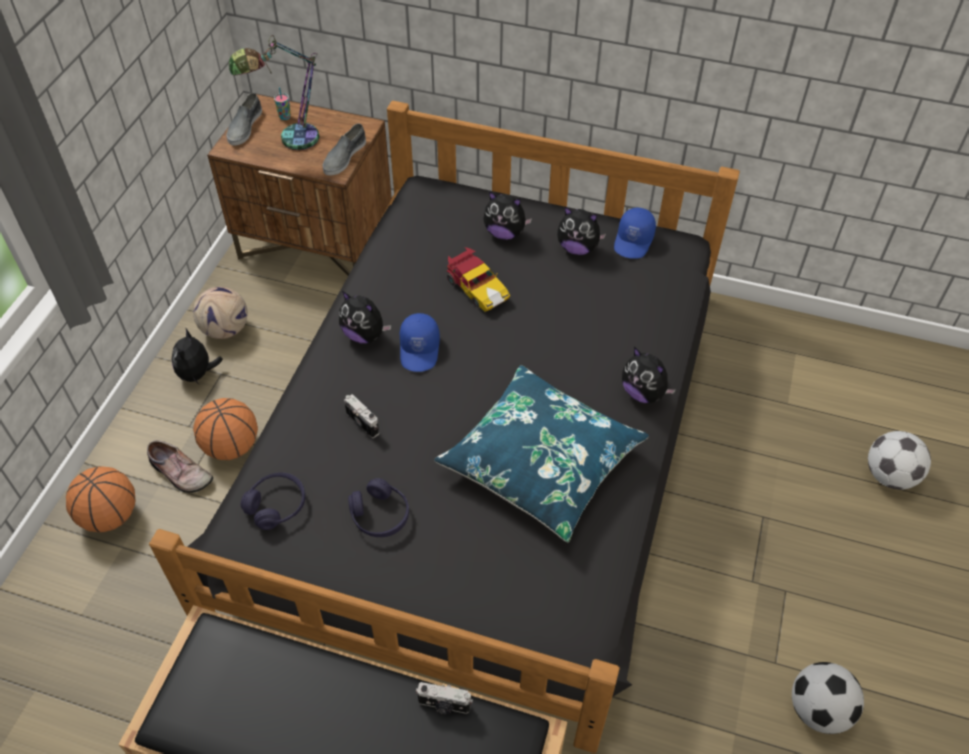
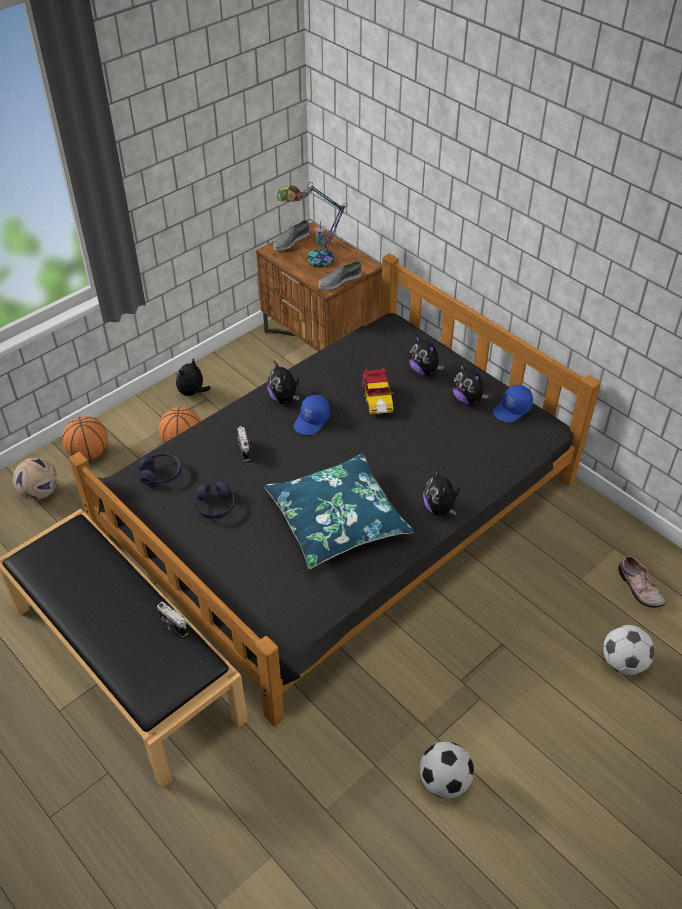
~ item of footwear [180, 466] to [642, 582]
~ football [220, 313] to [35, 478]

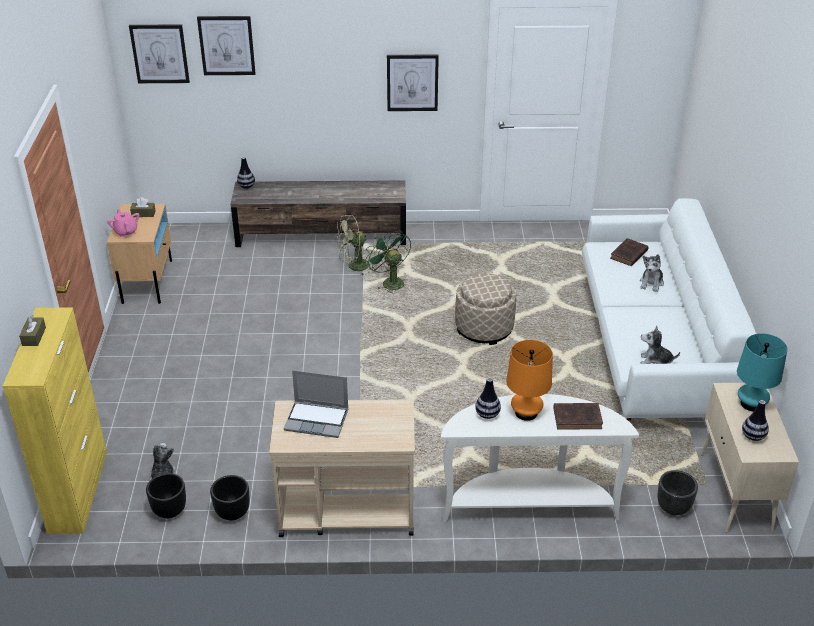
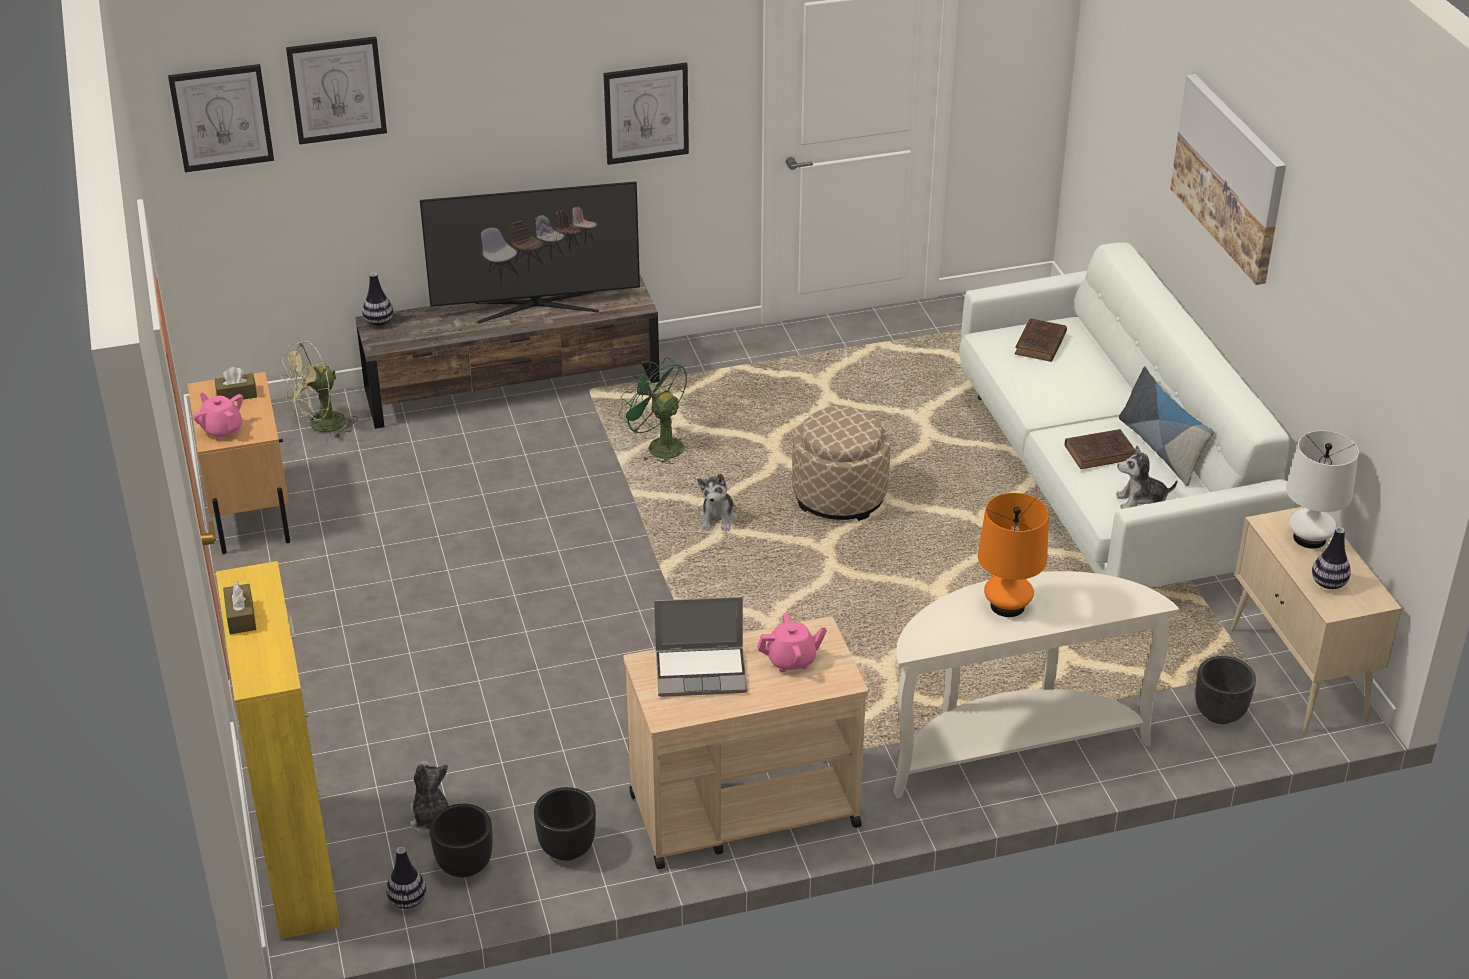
~ cooling fan/greenish [355, 245] to [319, 389]
~ vase [488, 398] to [406, 878]
~ volume/brown-coloured [578, 416] to [1100, 449]
~ cuddly toy [652, 273] to [717, 502]
~ tabletop lamp/turquoise [762, 372] to tabletop lamp/white [1322, 490]
+ TV [530, 252]
+ teapot/pink-coloured [792, 642]
+ cushion [1166, 426]
+ wall picture [1228, 179]

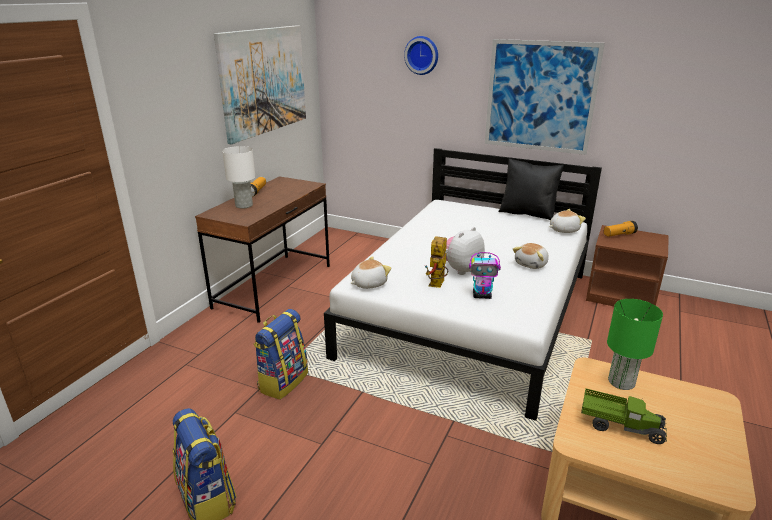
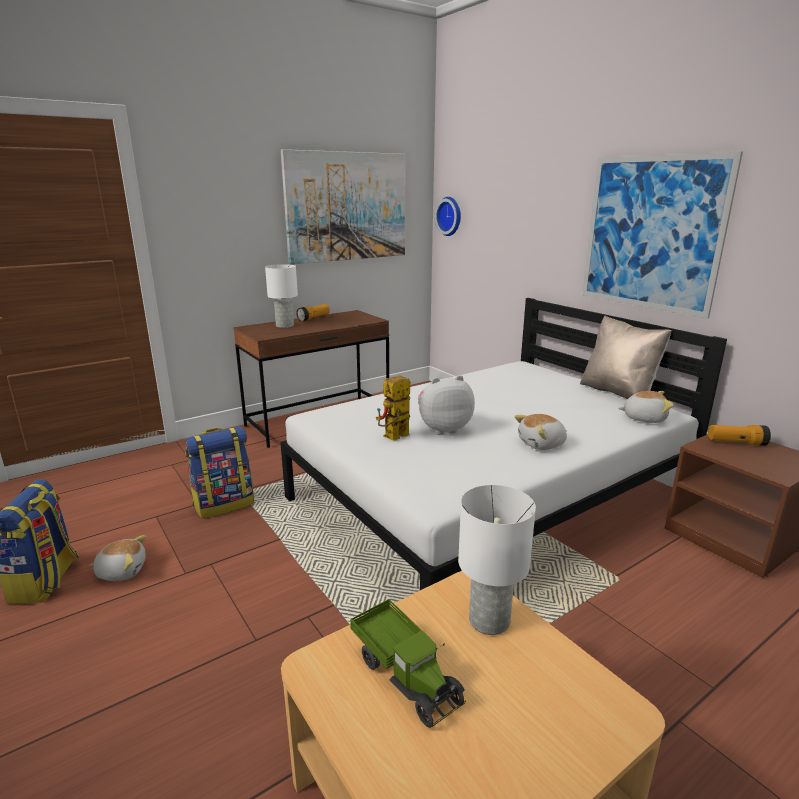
~ cuddly toy [371, 272] to [118, 558]
~ hanging clock [421, 55] to [448, 216]
- toy robot [485, 275]
~ cushion/black-coloured [531, 189] to cushion/sand-coloured [625, 357]
~ tabletop lamp/greenish [635, 344] to tabletop lamp/white [497, 560]

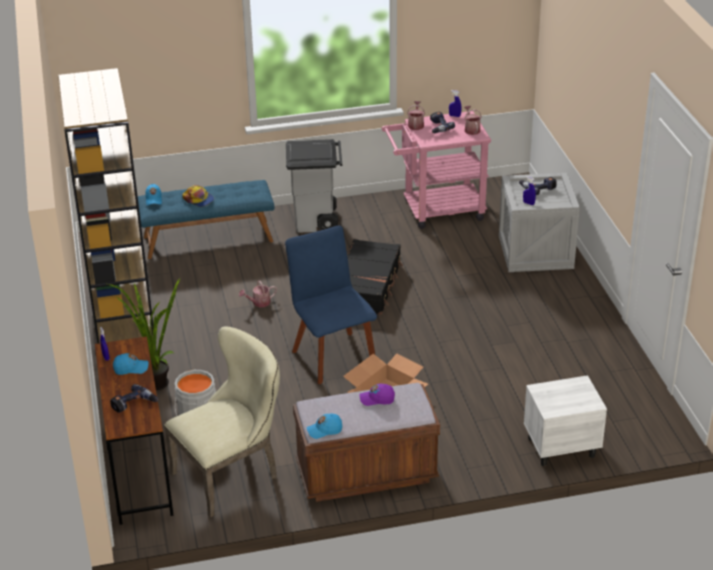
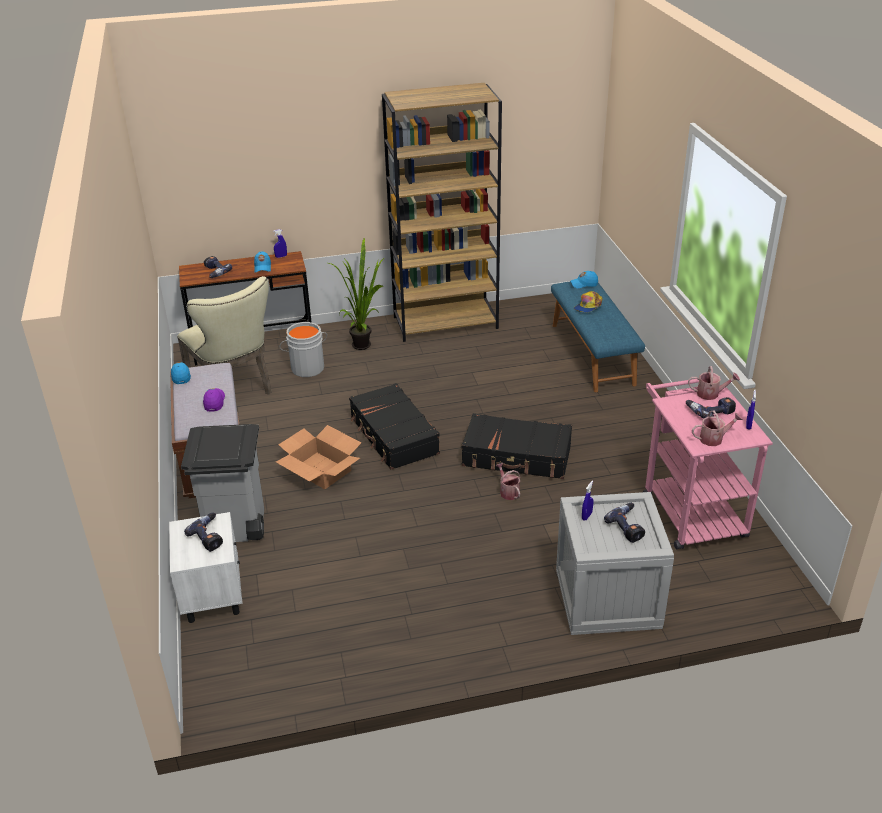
~ watering can [258, 294] to [507, 481]
~ plain chair/blue [331, 305] to travel case/black-coloured [394, 426]
~ rubbish bin/greyish [314, 186] to [222, 483]
+ power drill [203, 532]

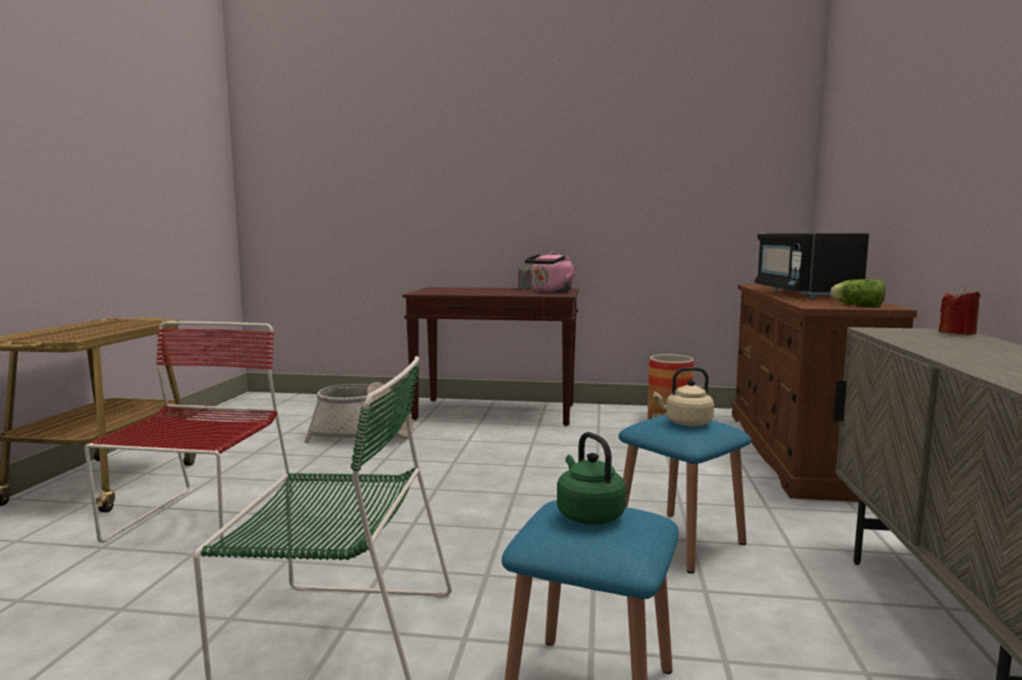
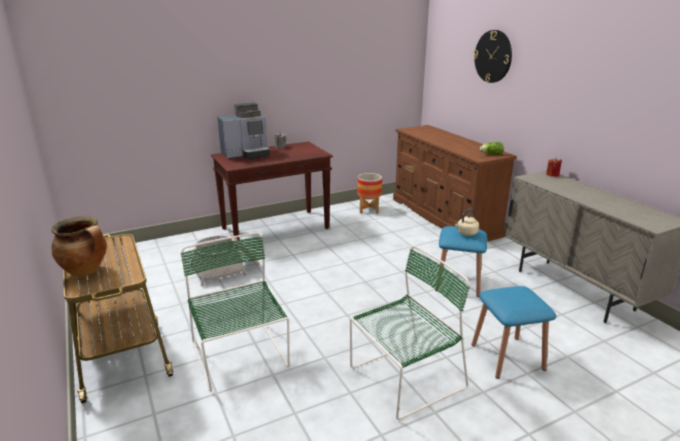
~ plain chair/reddish [189, 434] to plain chair/greenish [235, 312]
- tea kettle/pink-coloured [550, 272]
- tea kettle/greenish [591, 478]
- kitchen microwave/black-coloured [812, 266]
+ saucepot [79, 246]
+ coffee machine [243, 130]
+ hanging clock [492, 56]

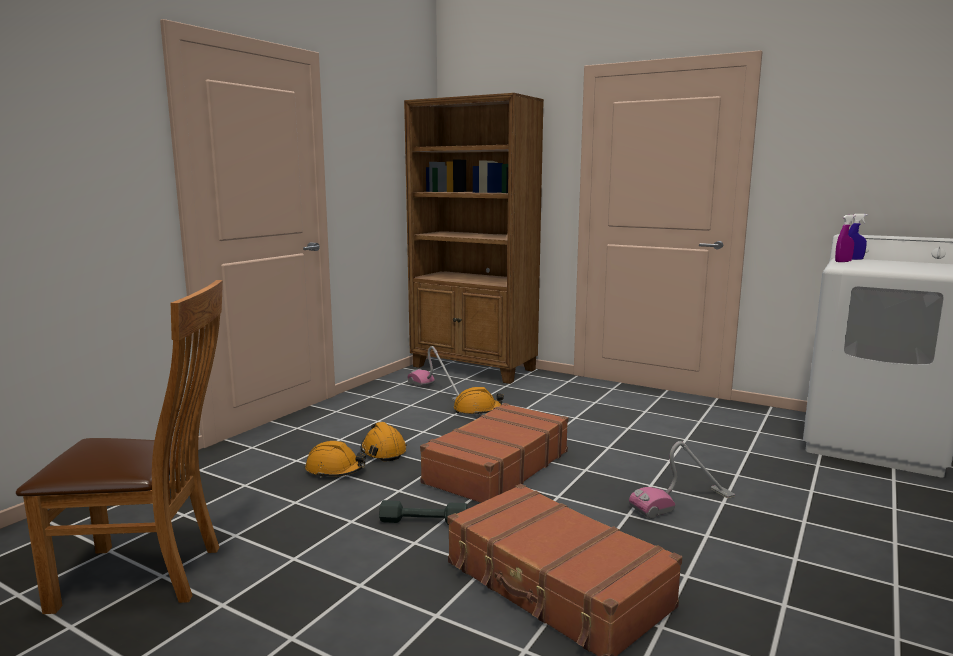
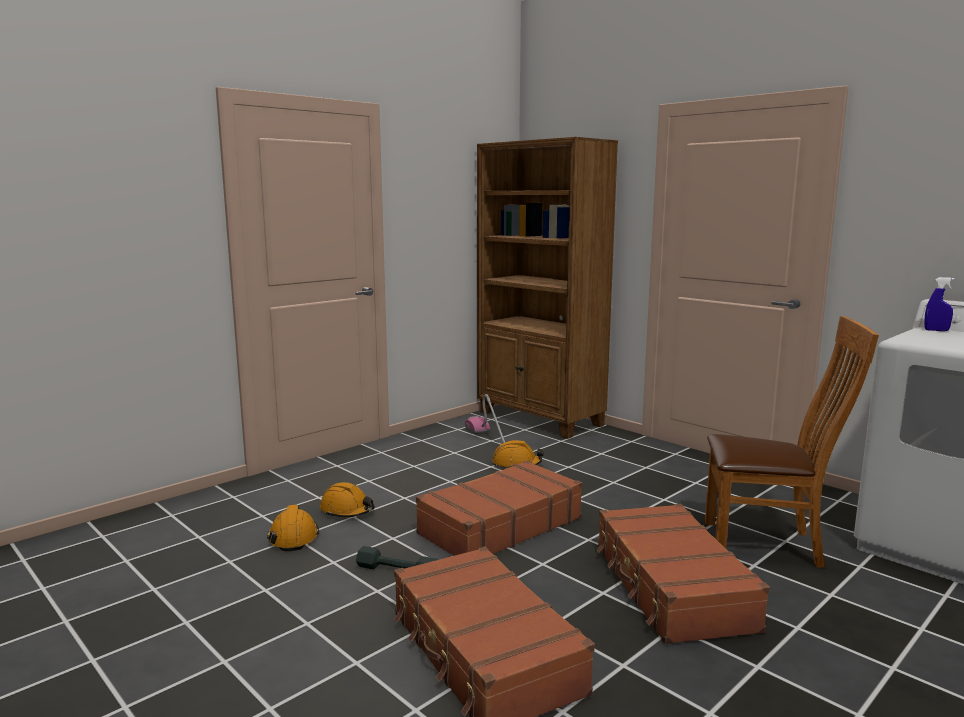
~ plain chair/brown-coloured [119, 447] to [792, 442]
~ safety helmet/orange-coloured [384, 442] to [293, 527]
~ hoover [682, 480] to travel case/brown-coloured [683, 574]
- hand sprayer/purplish [845, 238]

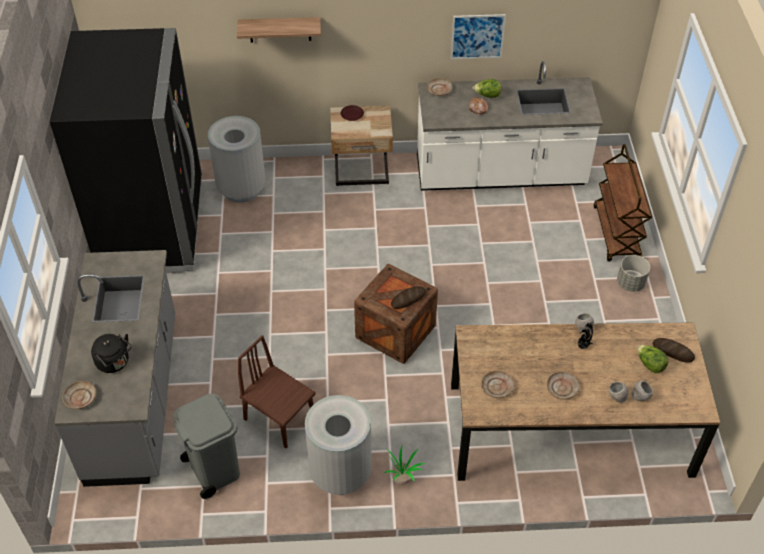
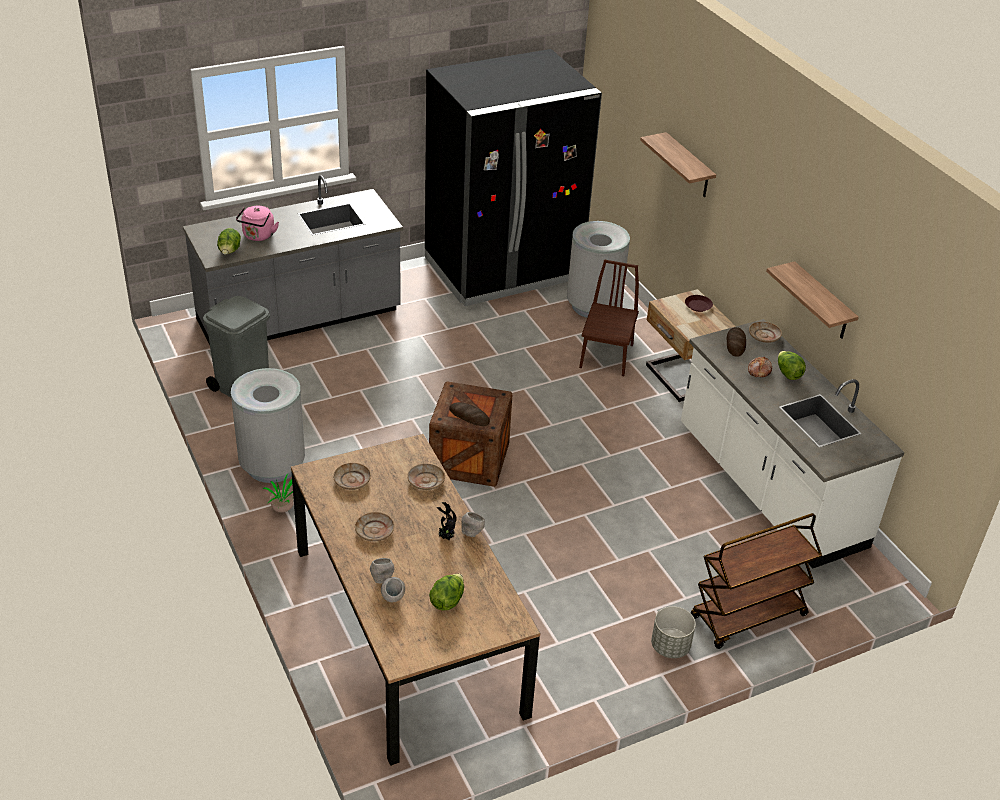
~ dinner plate/sand-coloured [79, 395] to [426, 477]
~ tea kettle/black-coloured [111, 353] to tea kettle/pink-coloured [257, 223]
~ plain chair/brown-coloured [277, 391] to [609, 317]
~ wall picture [478, 36] to shelf [812, 300]
~ baked bread [674, 350] to [736, 342]
+ head of lettuce [229, 241]

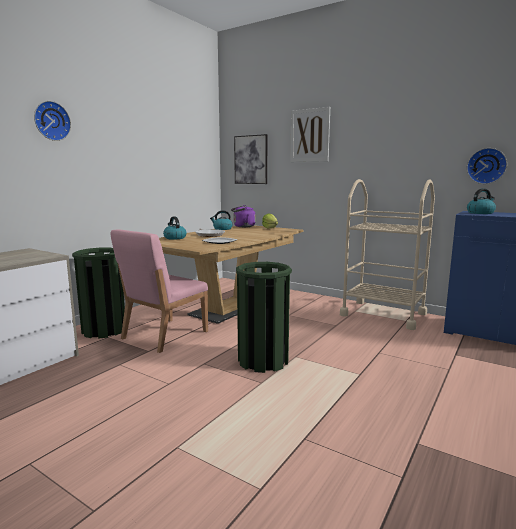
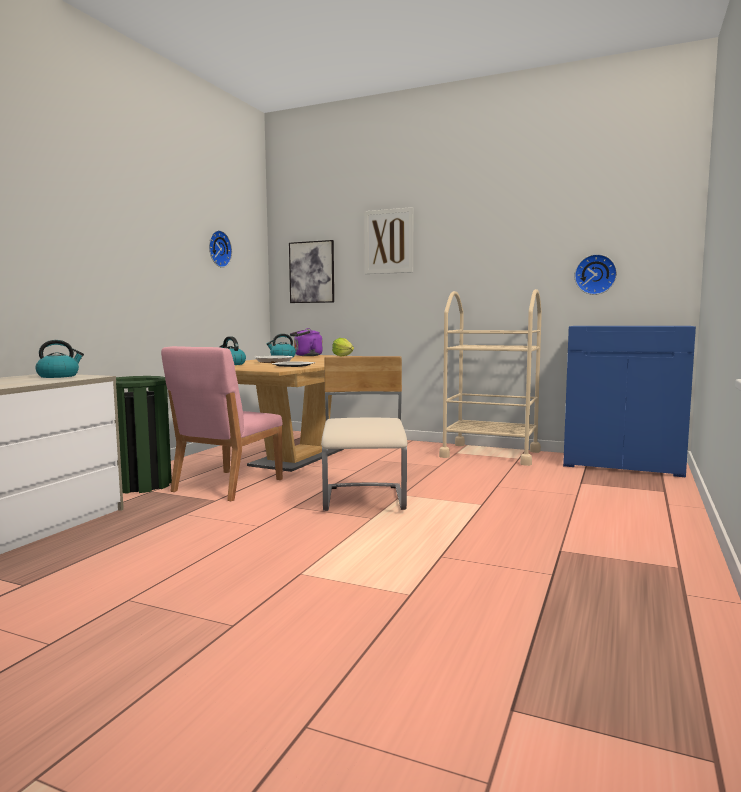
~ hanging clock [52, 121] to [220, 249]
~ rubbish bin/greenish [264, 317] to plain chair/sand-coloured [364, 433]
~ tea kettle [481, 201] to [59, 359]

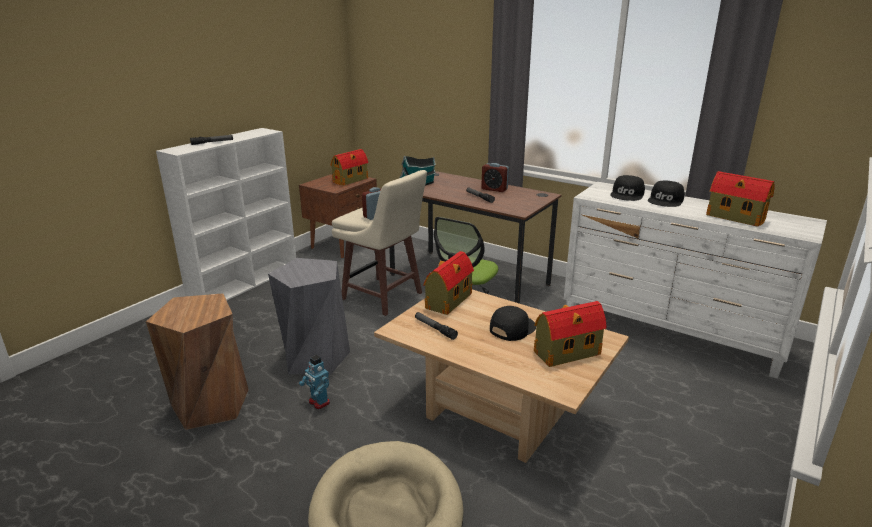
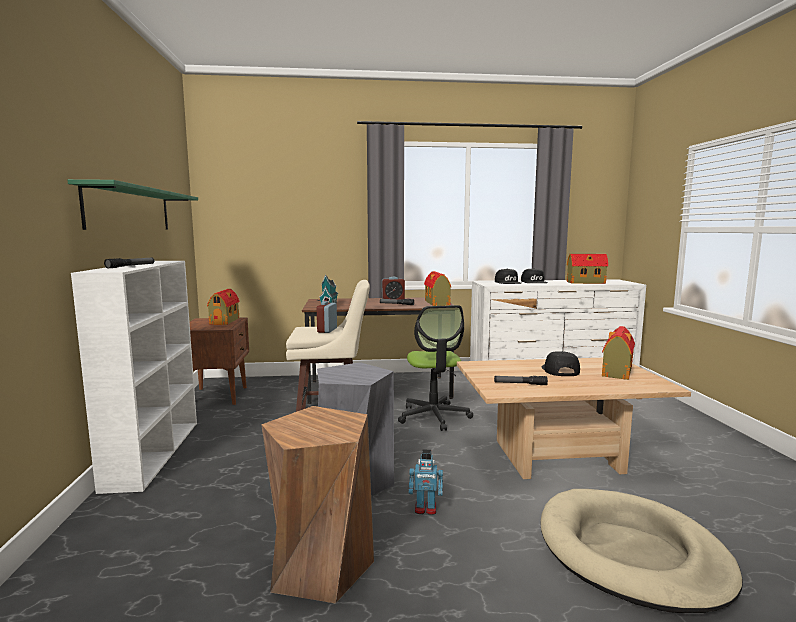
~ model house [448, 283] to [437, 288]
+ shelf/greenish [132, 204]

